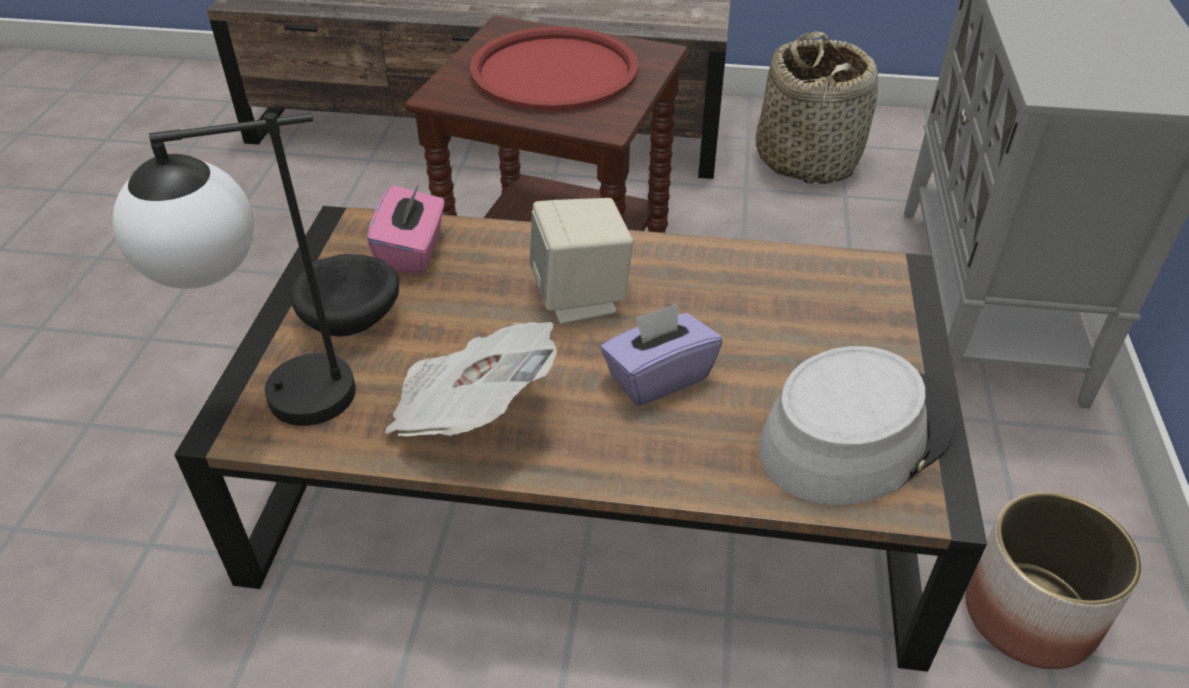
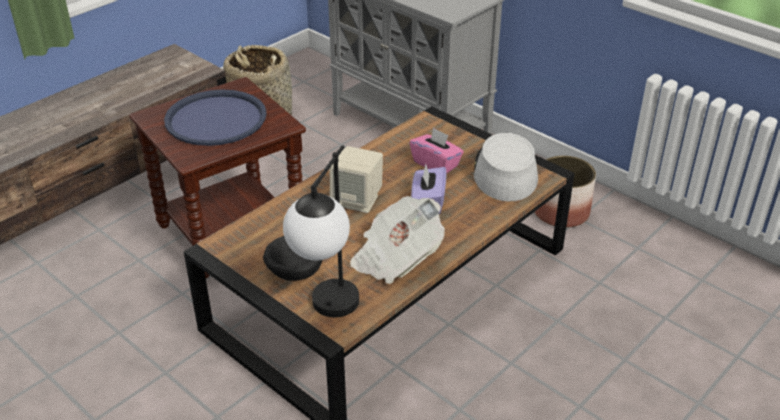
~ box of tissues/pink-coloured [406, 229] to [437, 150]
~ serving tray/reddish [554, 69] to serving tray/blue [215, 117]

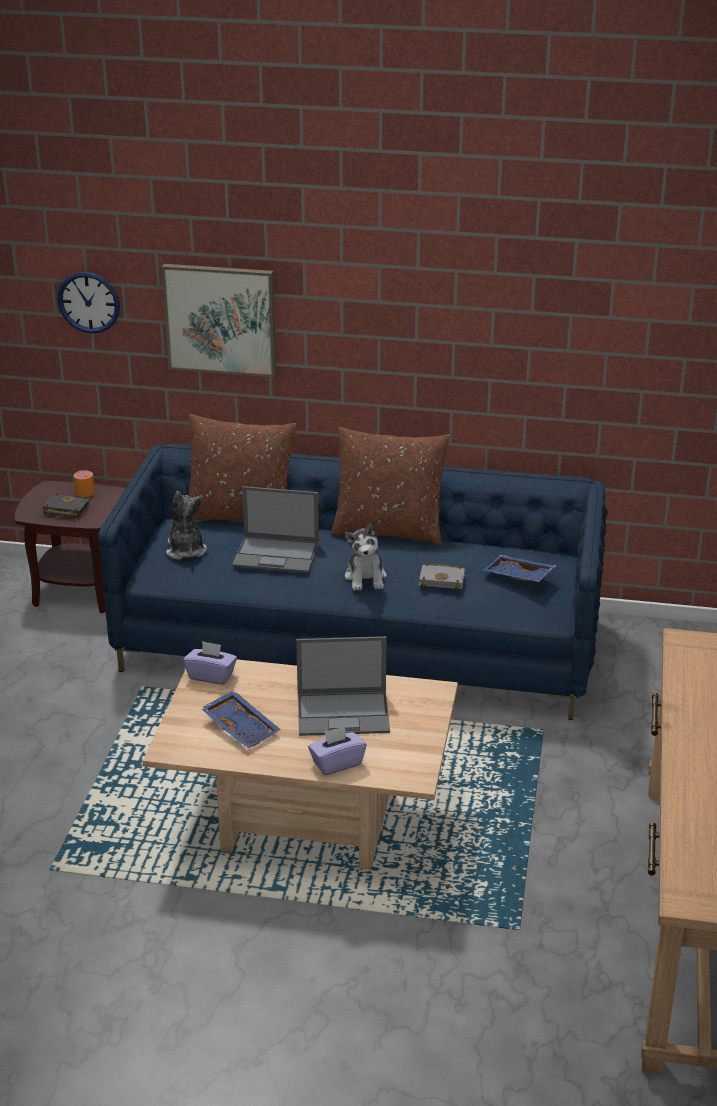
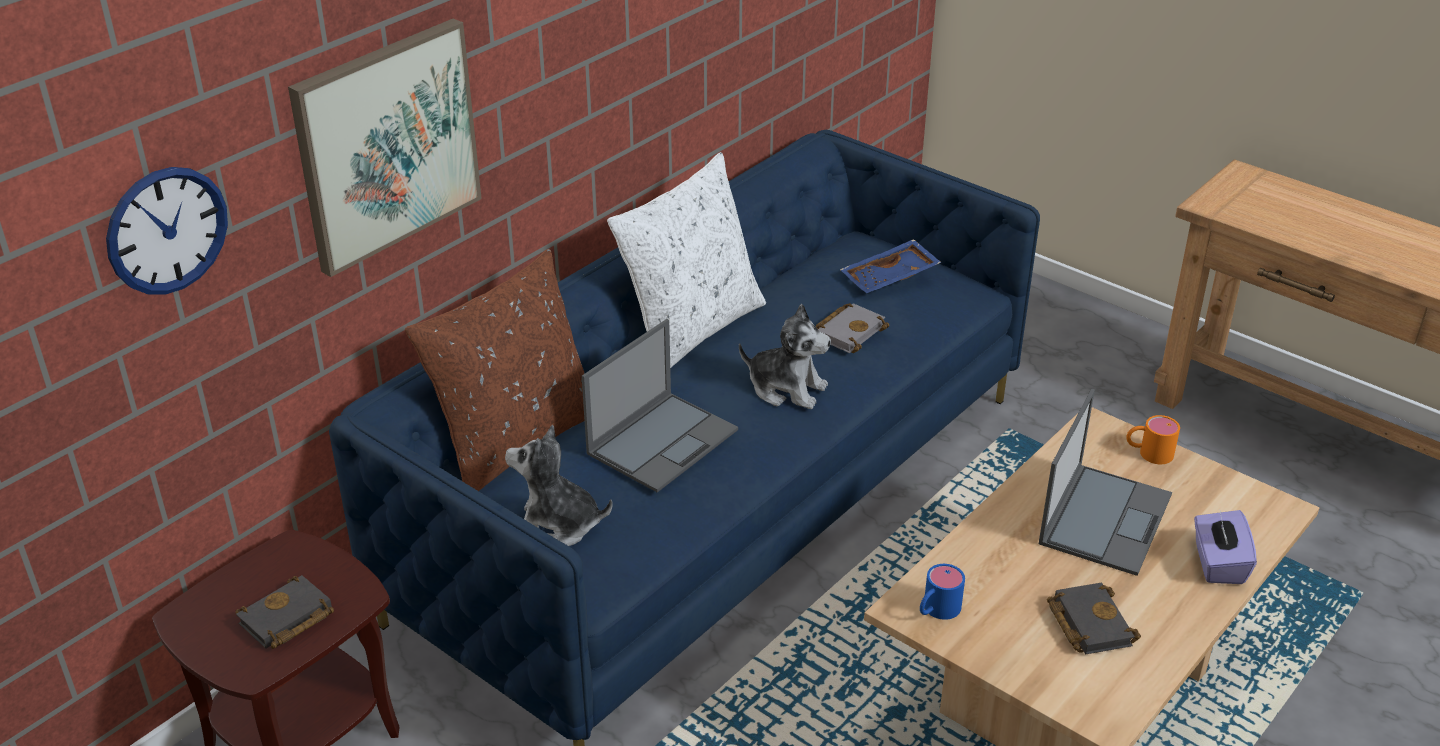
~ mug/orange-coloured [84, 483] to [1153, 439]
~ box of tissues/purplish [210, 663] to mug/blue [942, 592]
~ serving tray/blue [241, 719] to volume/black-coloured [1094, 618]
~ cushion/brown-coloured [390, 486] to cushion/white [686, 260]

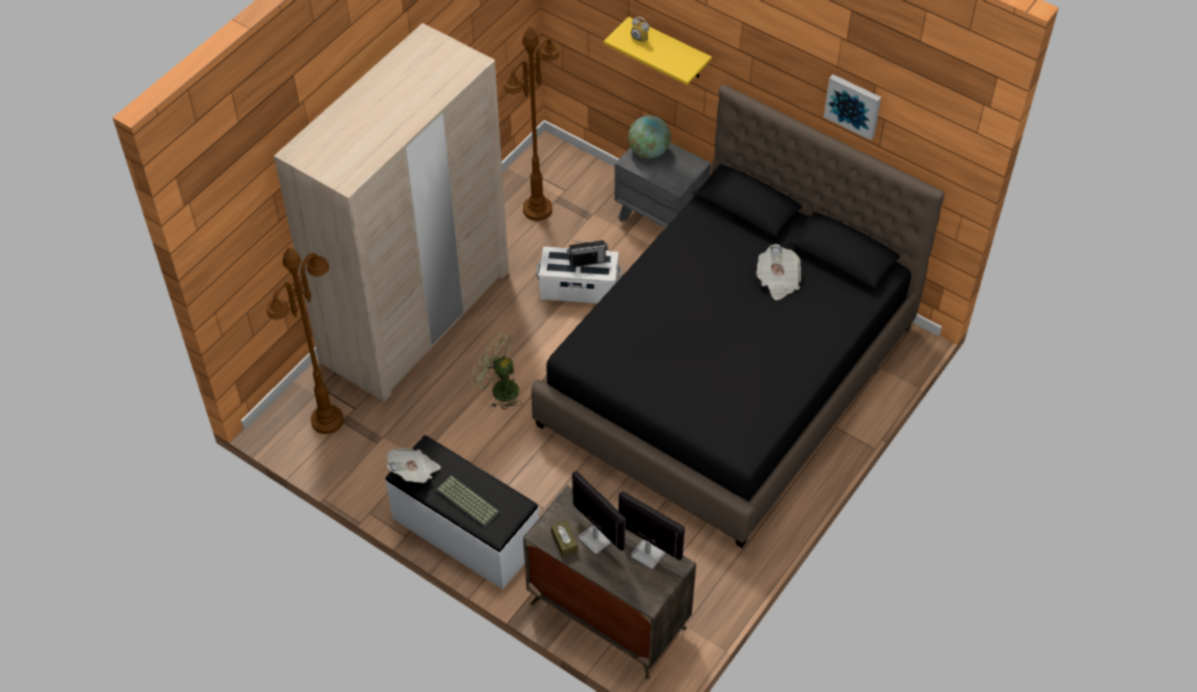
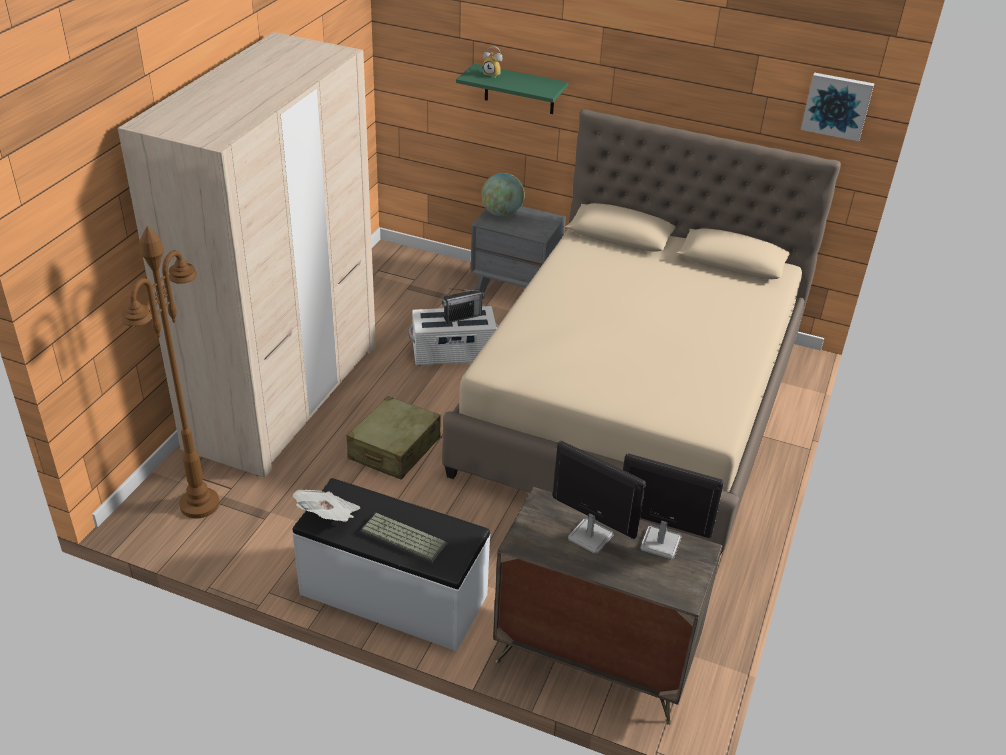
~ cooling fan/greenish [496, 371] to travel case/sand-coloured [394, 438]
- floor lamp/brown-coloured [531, 124]
~ bedroom bed/black-coloured [738, 316] to bedroom bed/sand-coloured [641, 332]
- box of tissues/brown-coloured [564, 538]
~ shelf/yellowish [658, 51] to shelf/greenish [512, 89]
- printed paper [778, 272]
~ wall picture [852, 107] to [837, 107]

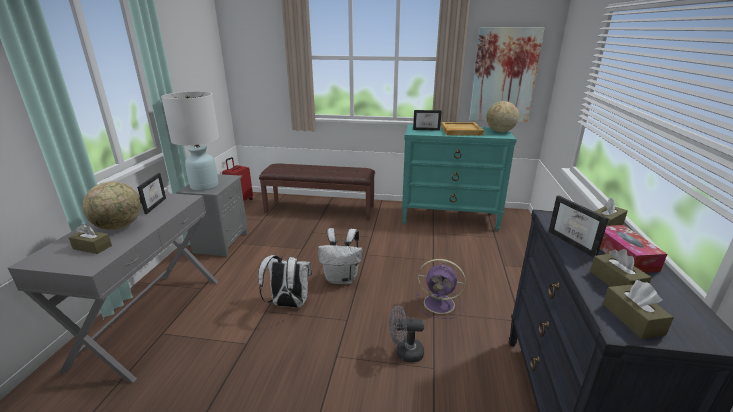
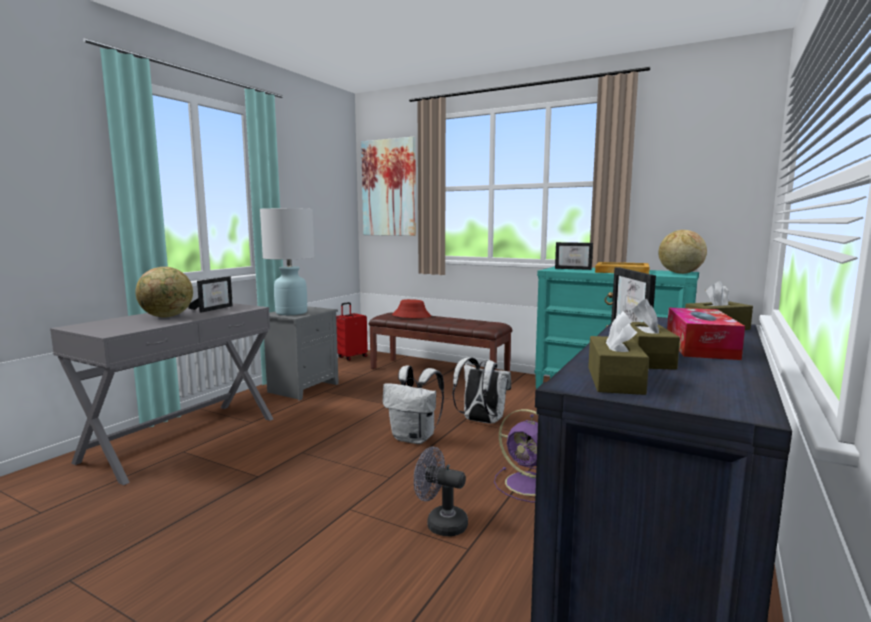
- box of tissues/brown-coloured [90, 239]
~ backpack/white [285, 281] to [482, 390]
~ wall picture [507, 74] to [388, 186]
+ hat/reddish [411, 308]

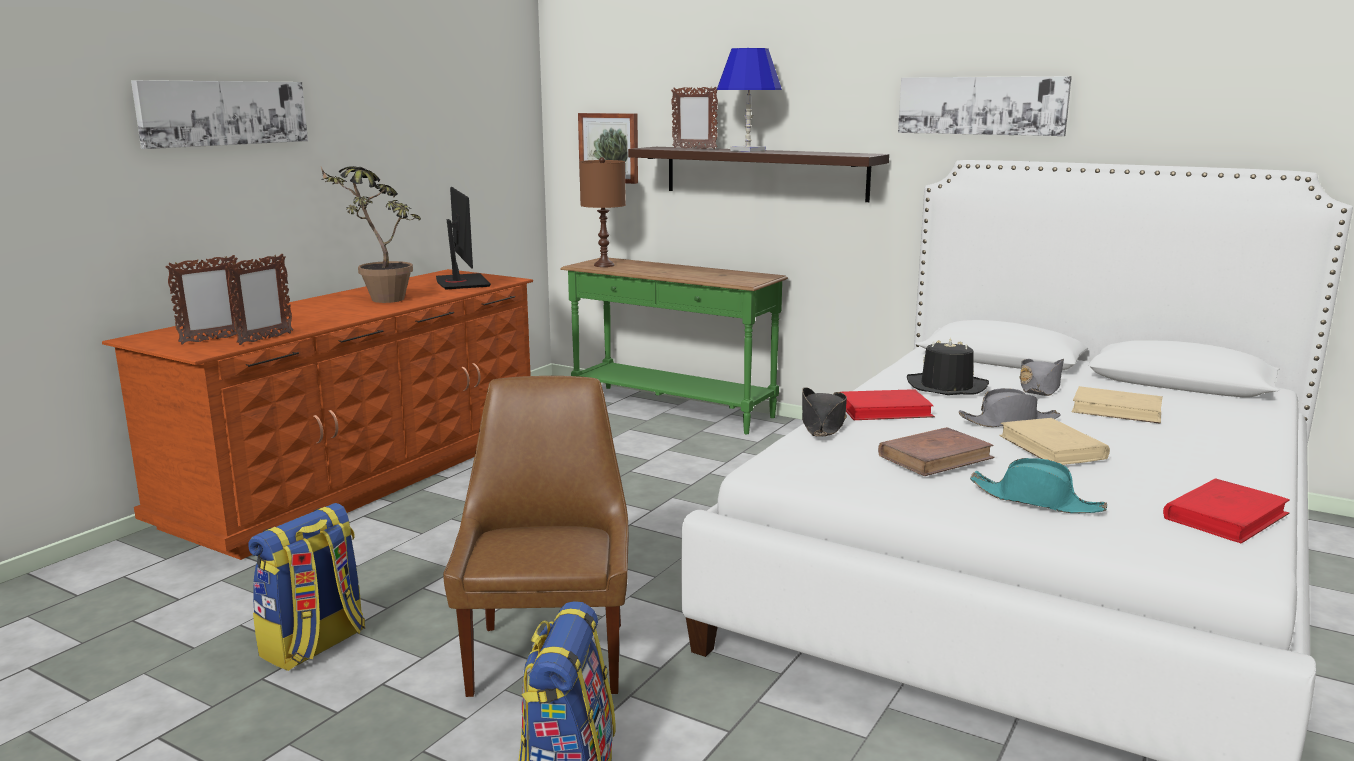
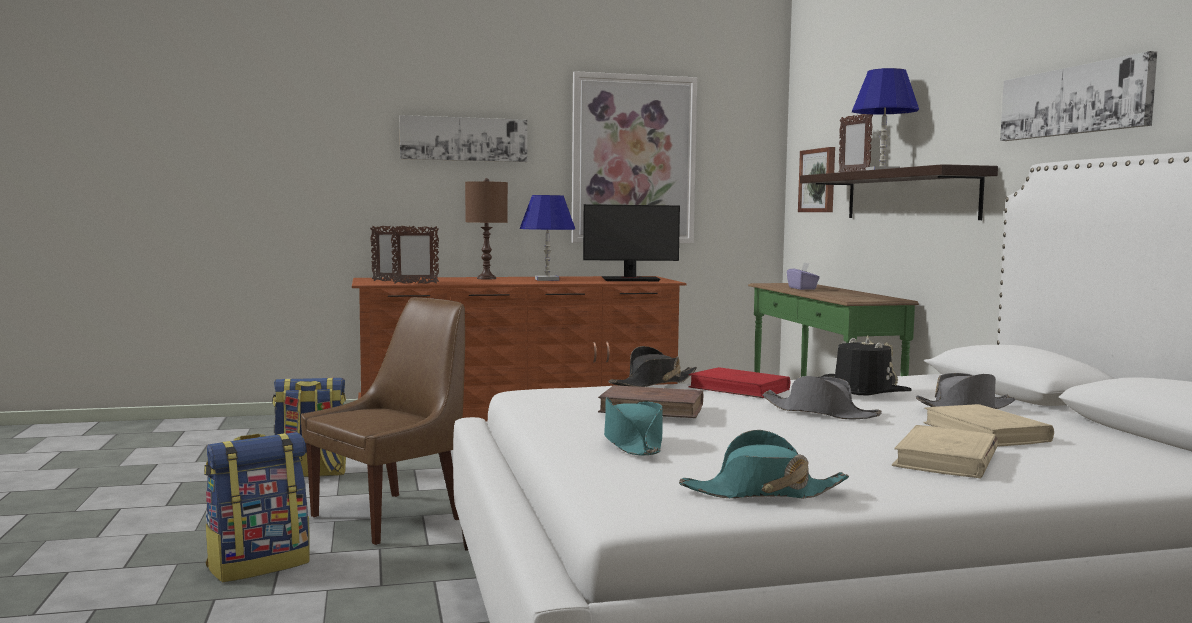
~ plant in a pot [371, 234] to tabletop lamp/blue [547, 238]
~ computer screen [463, 238] = [631, 242] 60 degrees clockwise
~ tabletop lamp/brown-coloured [602, 212] to [486, 228]
~ volume/sand-coloured [1054, 441] to [945, 451]
~ volume/reddish [1226, 510] to hat/turquoise [764, 464]
+ wall picture [634, 157]
+ box of tissues/purplish [803, 276]

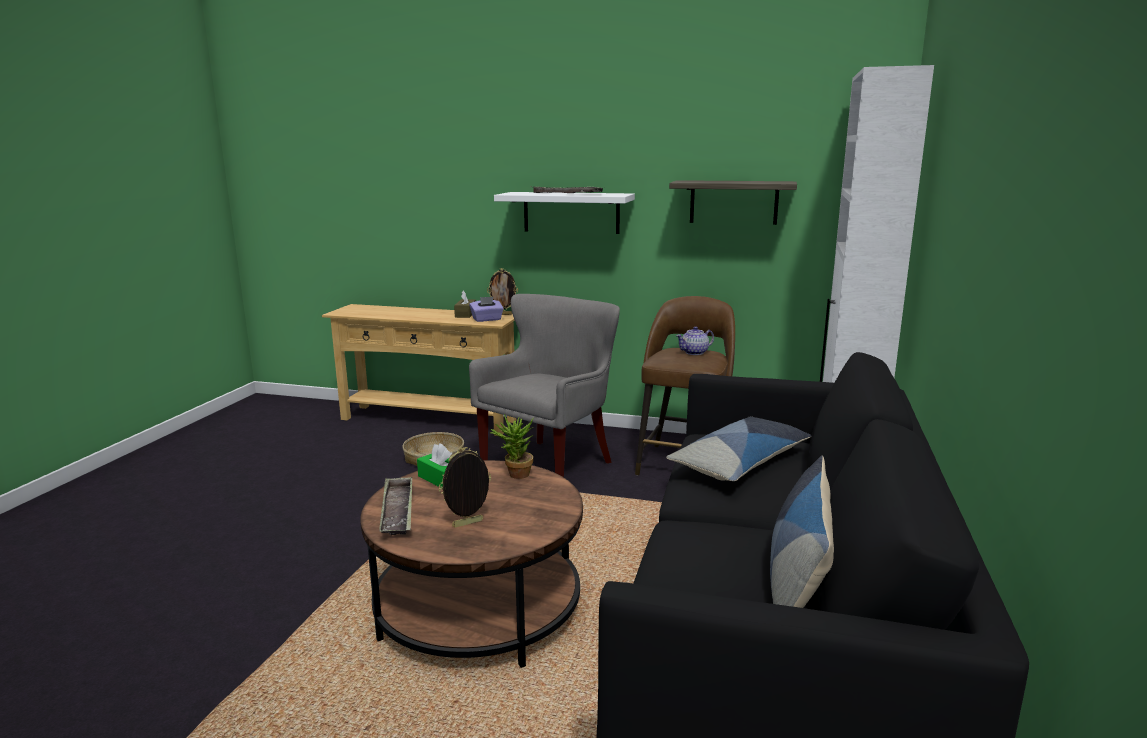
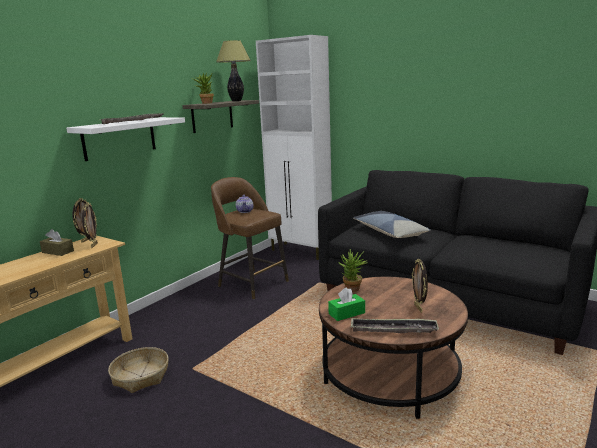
- armchair/greyish [544, 385]
~ box of tissues/purplish [486, 309] to photo frame [90, 225]
- cushion [802, 532]
+ plant in a pot [202, 88]
+ tabletop lamp [233, 70]

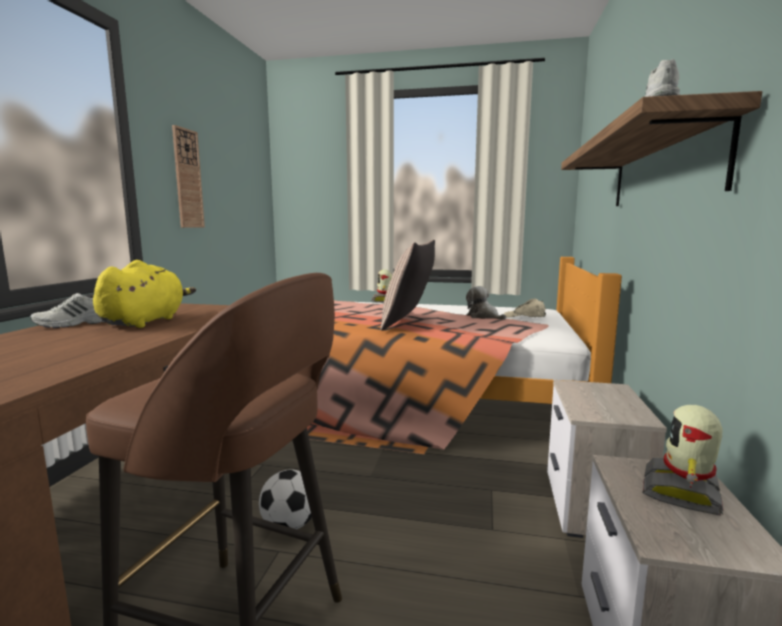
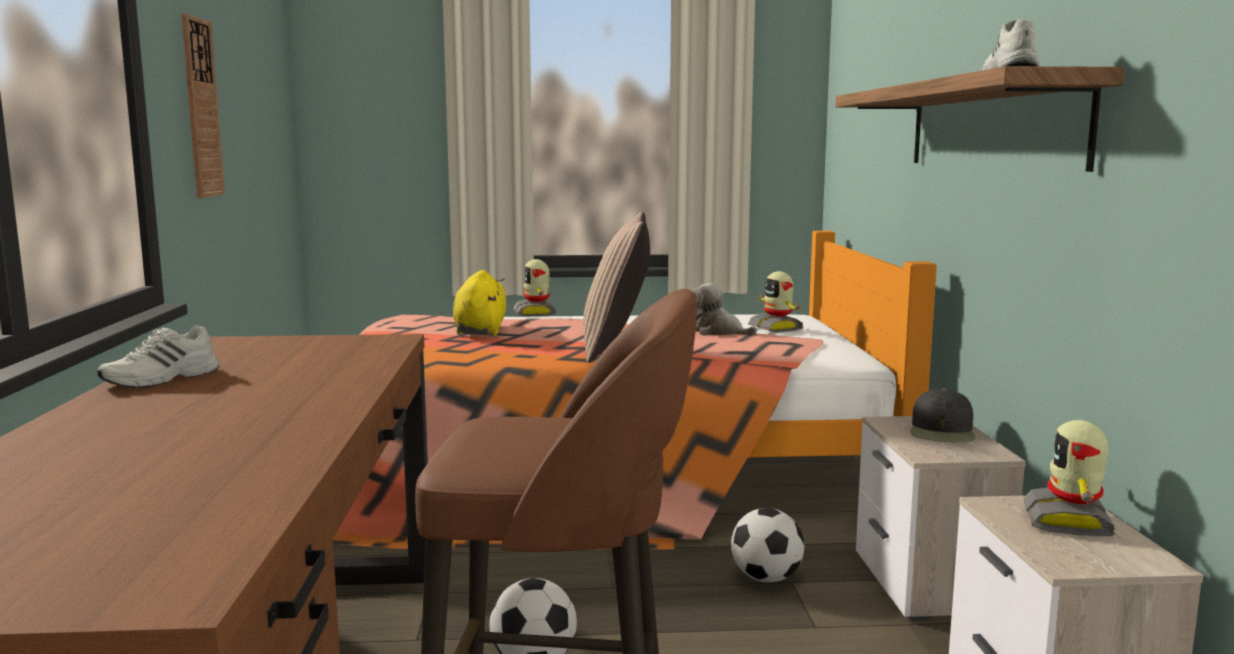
~ cuddly toy/yellowish [144, 294] to [479, 303]
~ cap/sand-coloured [525, 307] to toy robot [775, 301]
+ football [767, 545]
+ cap/black-coloured [943, 416]

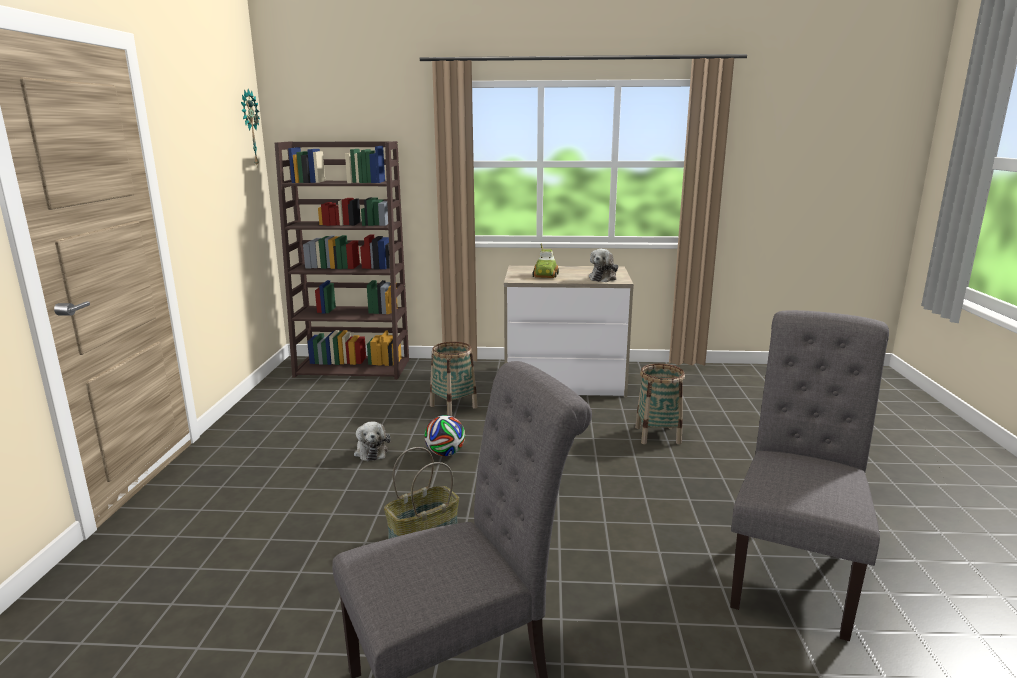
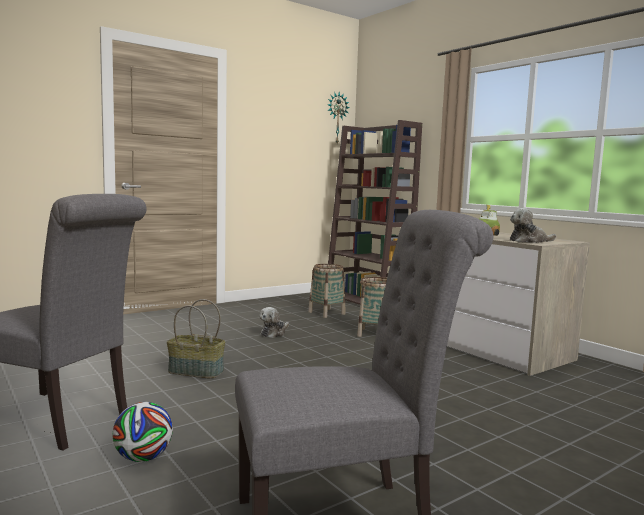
~ football [444, 435] to [142, 432]
~ basket [660, 404] to [326, 291]

